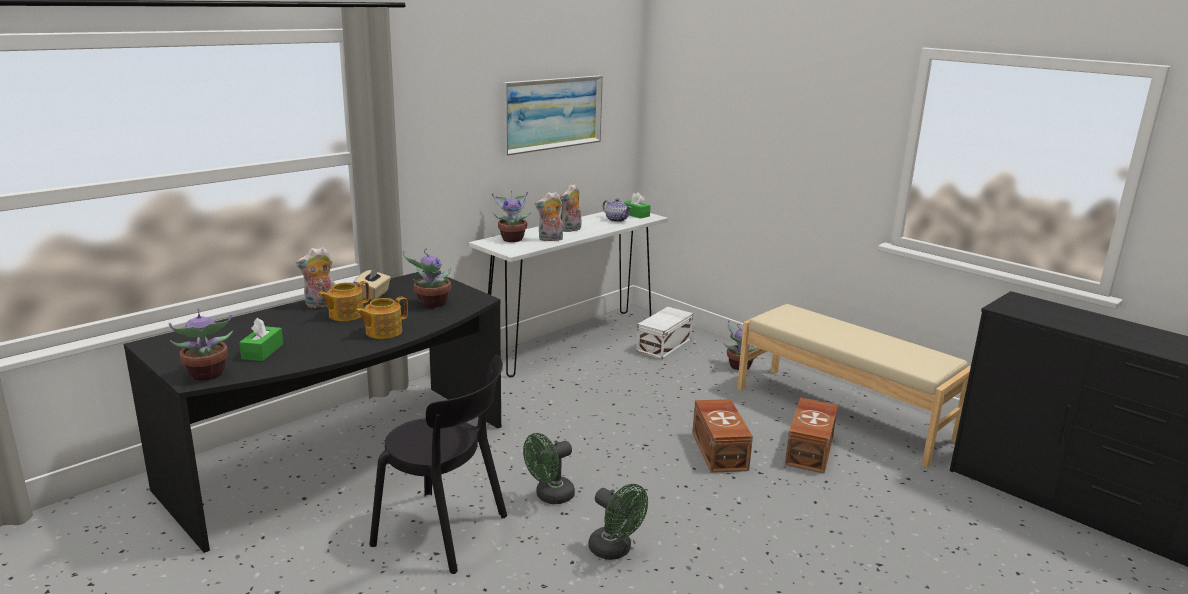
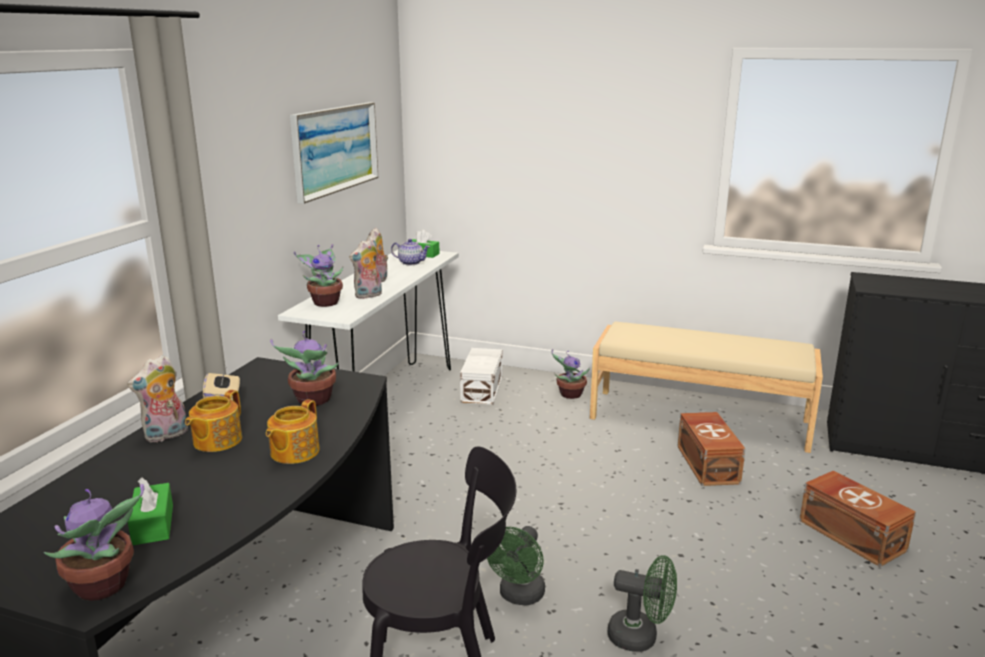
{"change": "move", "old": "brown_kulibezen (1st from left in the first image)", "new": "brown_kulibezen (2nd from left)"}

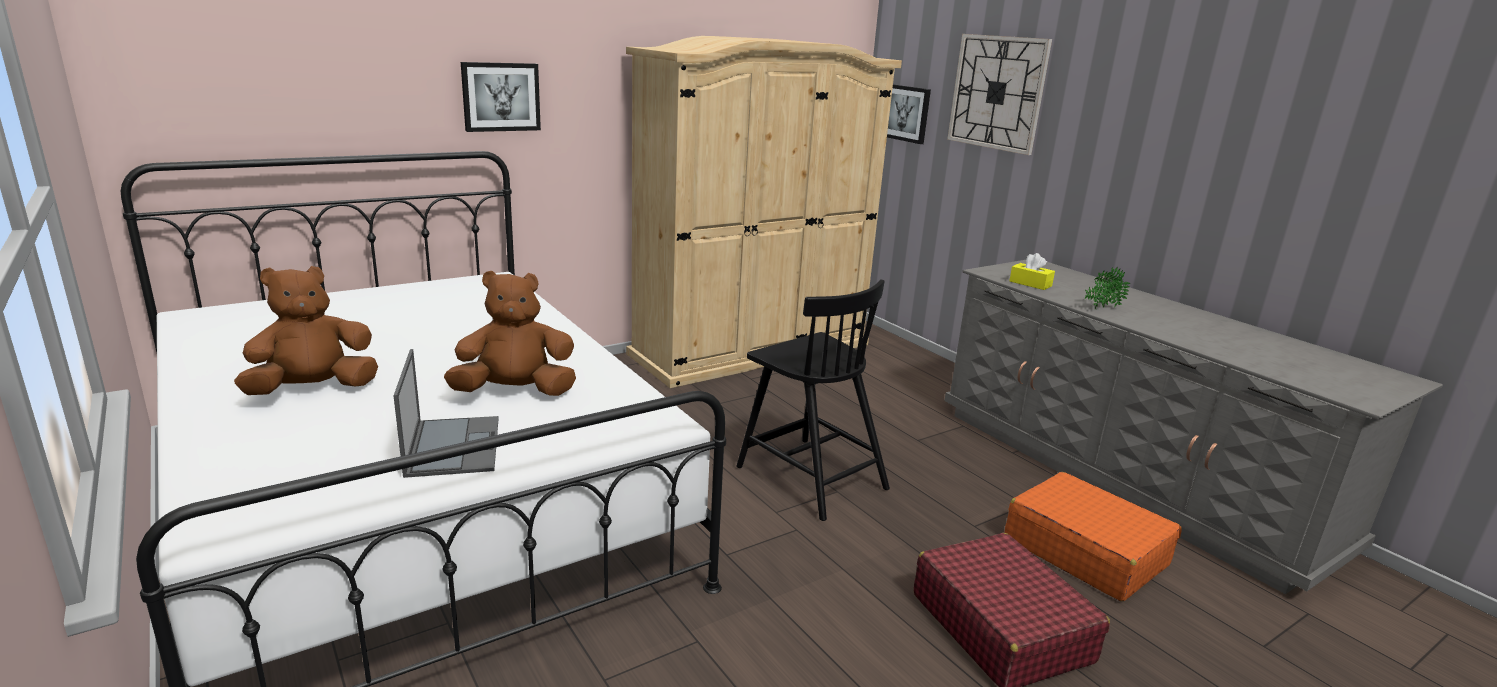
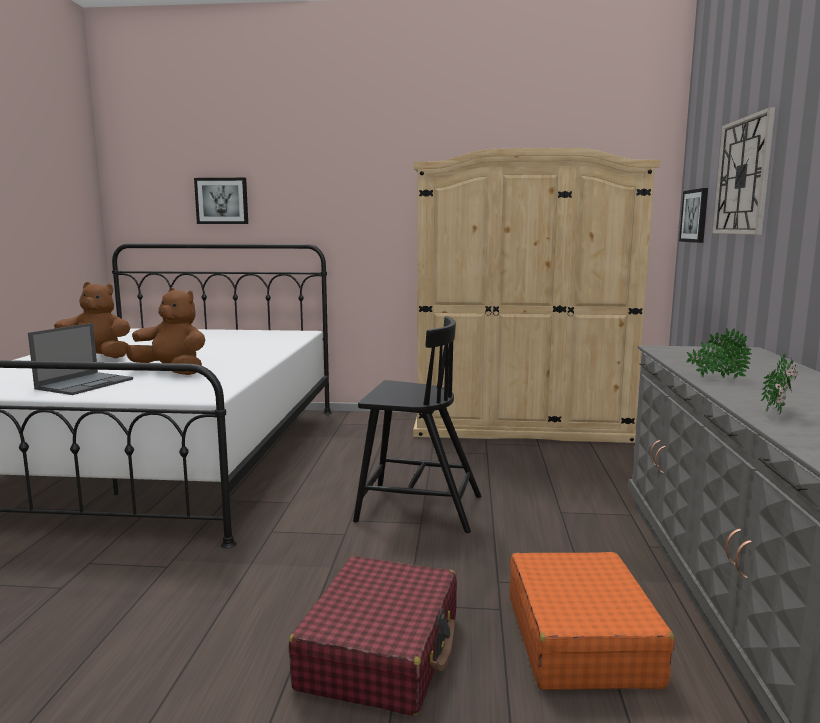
{"change": "move", "old": "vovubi (1st from left)"}
{"change": "delete", "old": "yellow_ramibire"}
{"change": "rotate", "old": "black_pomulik", "degrees": -75}
{"change": "insert", "new": "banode (2nd from left)"}

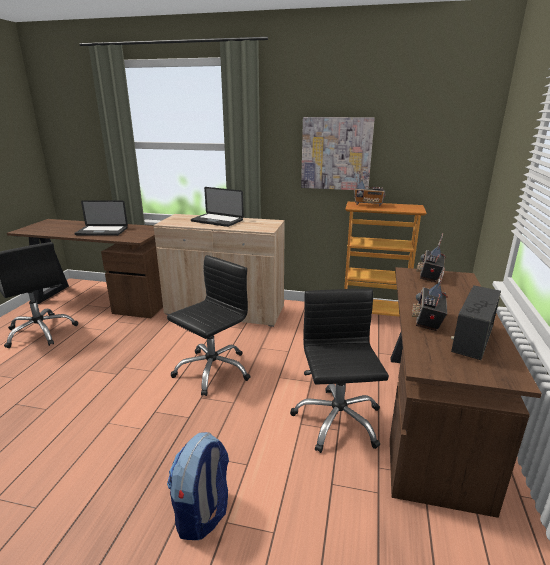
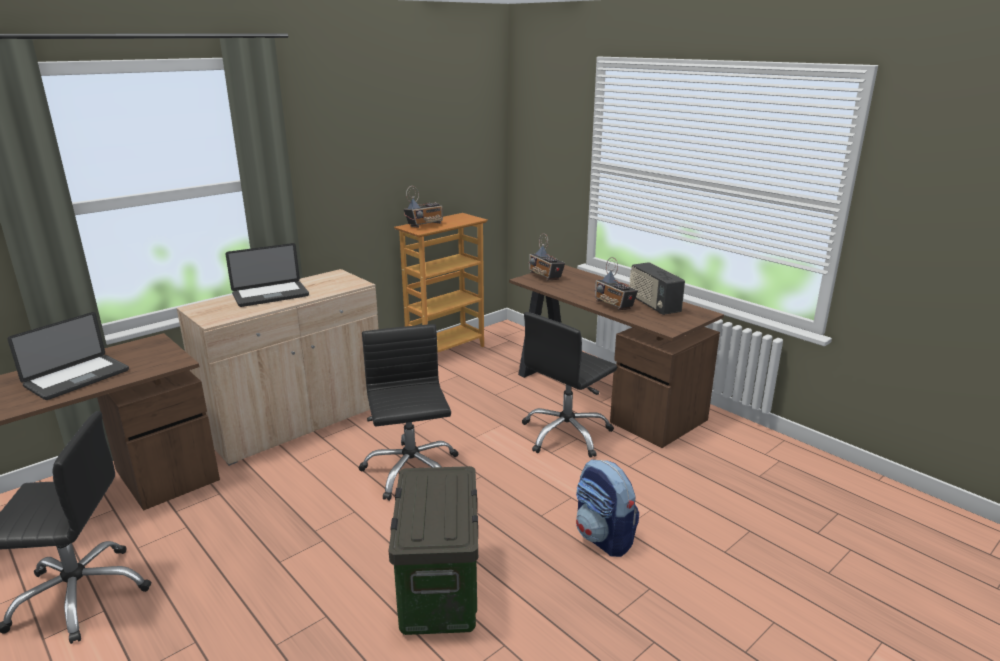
{"change": "delete", "old": "vovubi"}
{"change": "rotate", "old": "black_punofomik (3rd from left)", "degrees": -75}
{"change": "insert", "new": "kulibezen"}

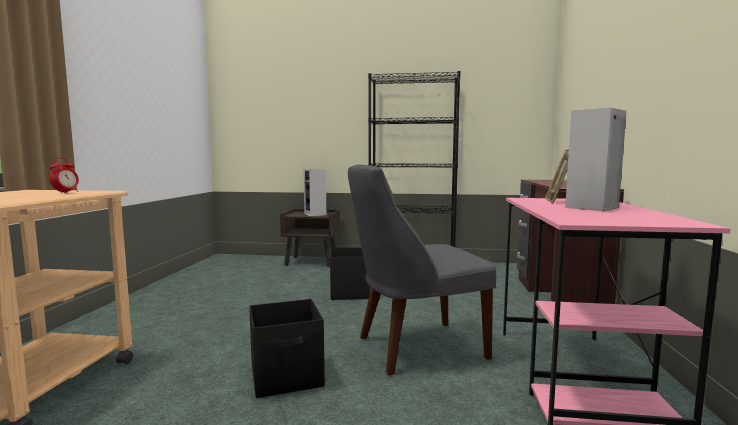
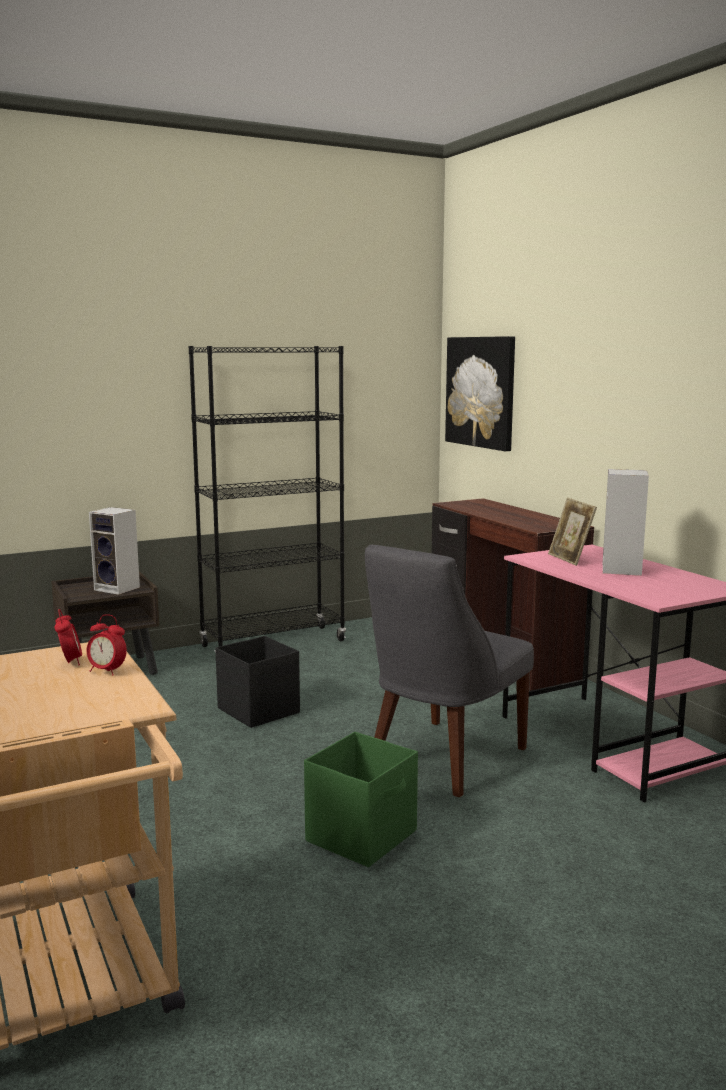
{"change": "recolor", "old": "black_kulibezen (1st from left)", "new": "green_kulibezen"}
{"change": "insert", "new": "vovubi"}
{"change": "insert", "new": "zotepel (2nd from left)"}

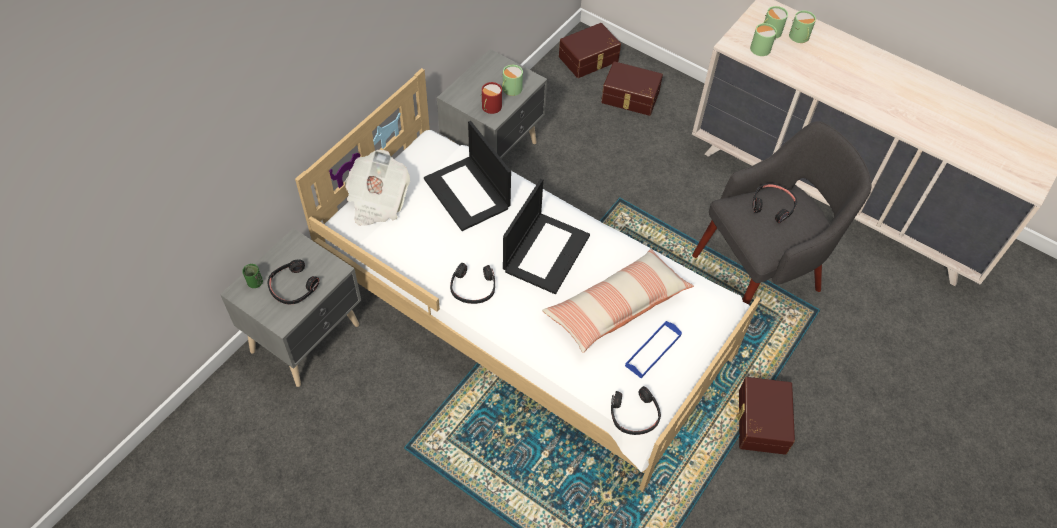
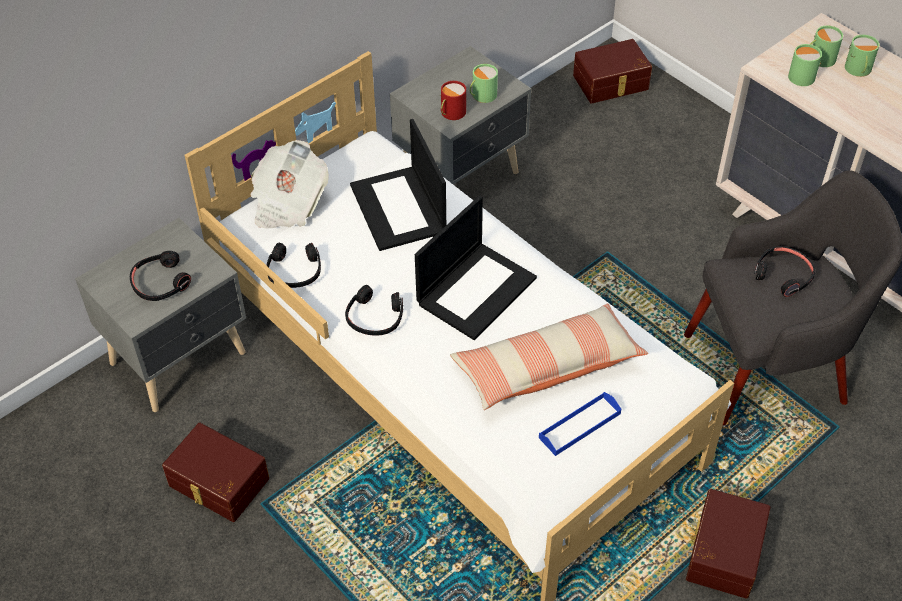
{"change": "move", "old": "brown_kulibezen (2nd from left in the first image)", "new": "brown_kulibezen (1st from left)"}
{"change": "delete", "old": "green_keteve"}
{"change": "move", "old": "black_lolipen (3rd from left in the first image)", "new": "black_lolipen (2nd from left)"}

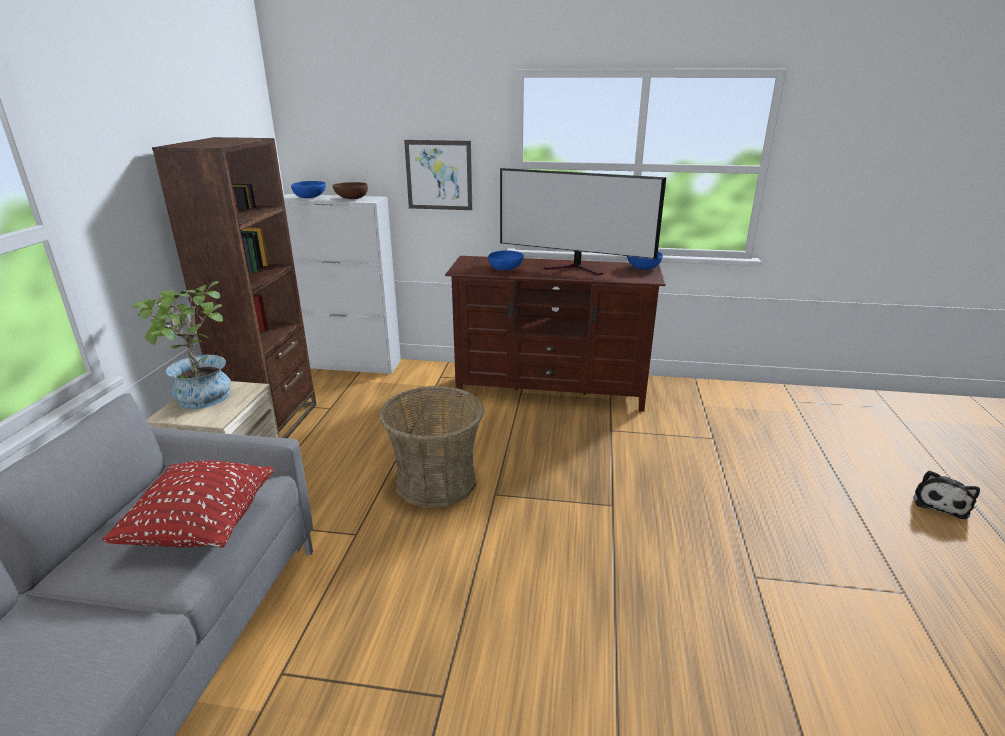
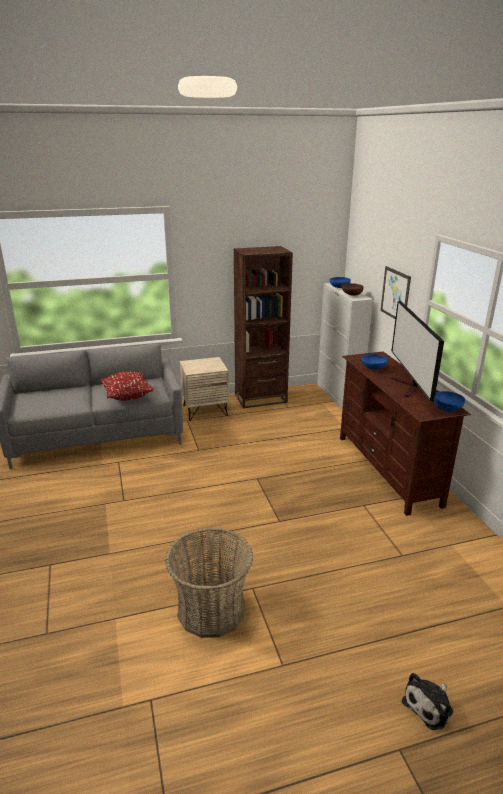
{"change": "delete", "old": "banode"}
{"change": "move", "old": "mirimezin"}
{"change": "rotate", "old": "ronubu", "degrees": -45}

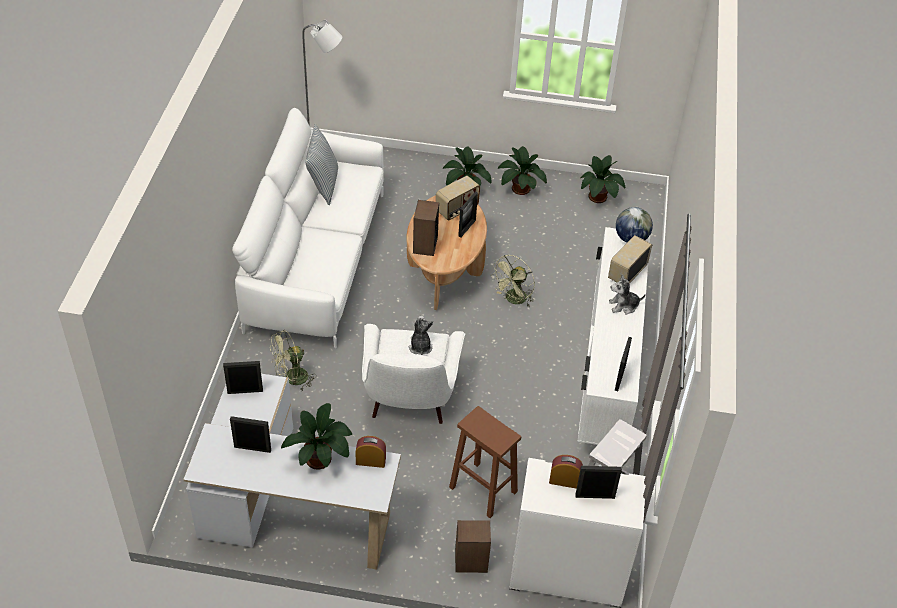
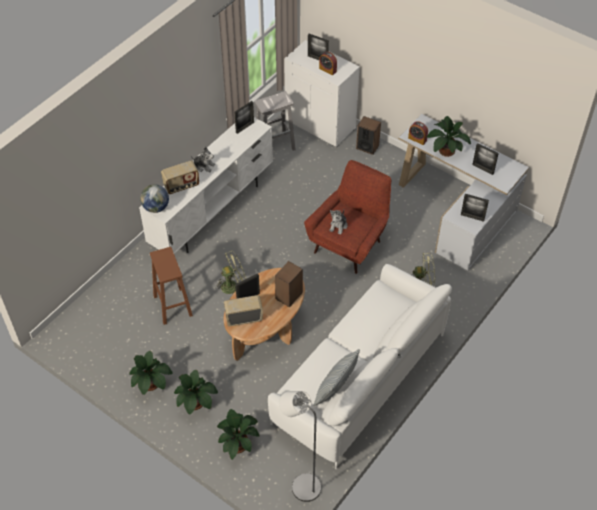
{"change": "move", "old": "banode (4th from left in the first image)", "new": "banode (3rd from left)"}
{"change": "recolor", "old": "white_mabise", "new": "red_mabise"}
{"change": "move", "old": "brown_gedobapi"}

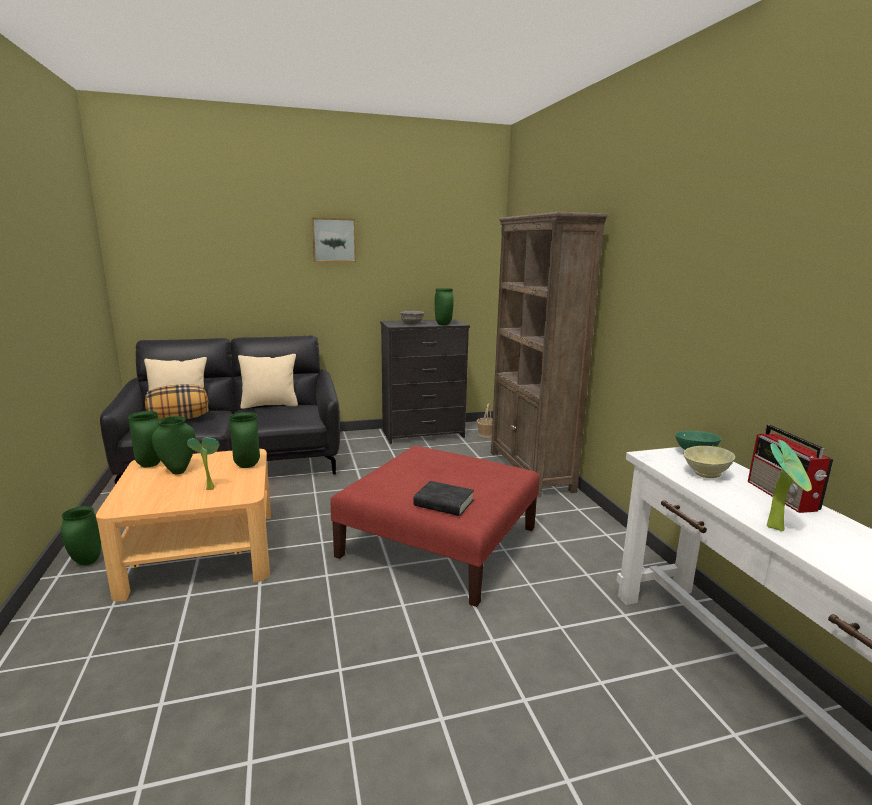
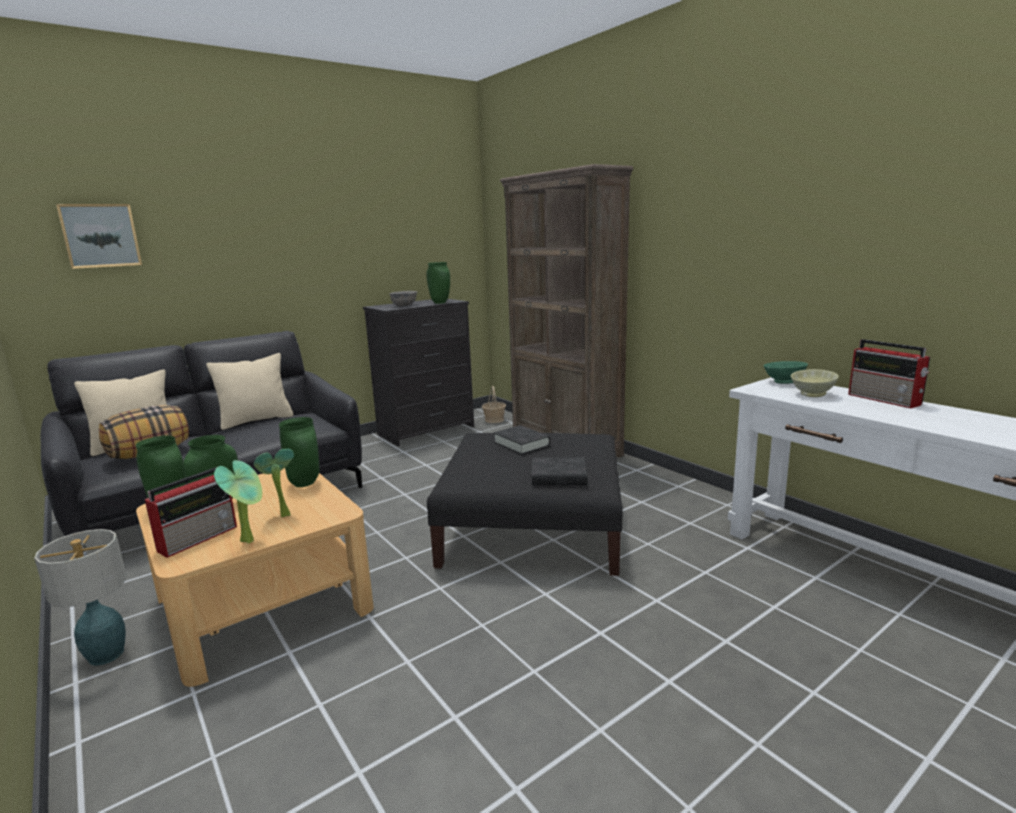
{"change": "move", "old": "vovubi"}
{"change": "move", "old": "banode (2nd from left in the first image)", "new": "banode (1st from left)"}
{"change": "recolor", "old": "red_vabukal", "new": "black_vabukal"}
{"change": "replace", "old": "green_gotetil (1st from left)", "new": "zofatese"}
{"change": "insert", "new": "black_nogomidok (1st from left)"}
{"change": "insert", "new": "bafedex (1st from left)"}

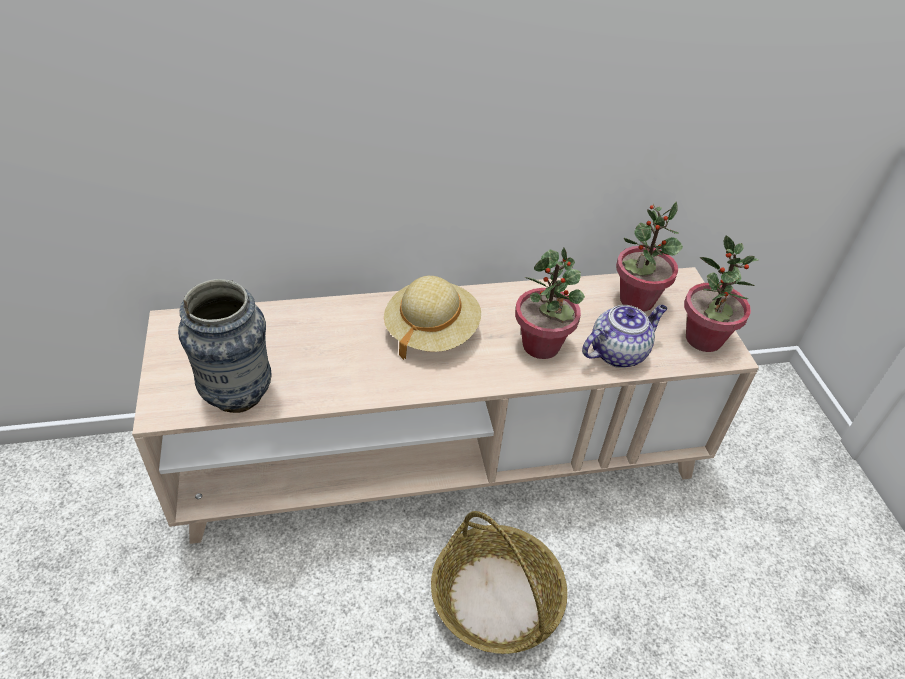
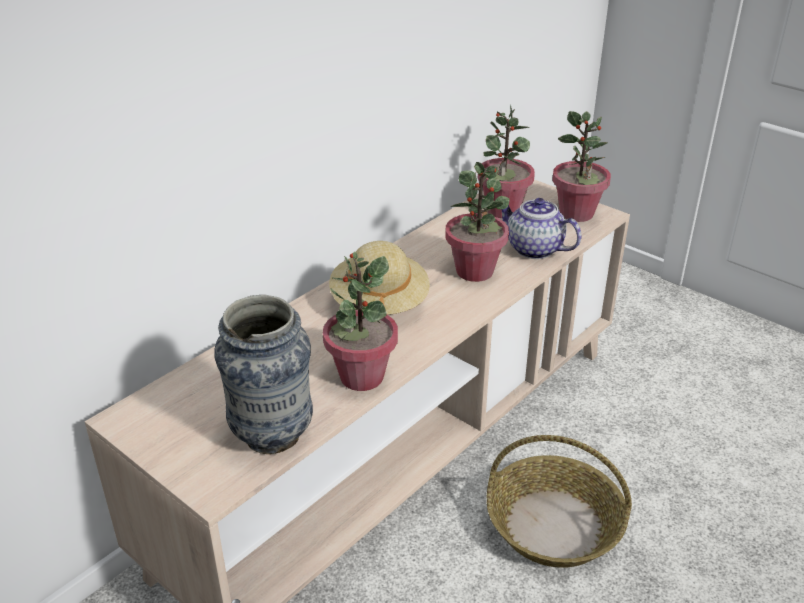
{"change": "rotate", "old": "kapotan", "degrees": -75}
{"change": "insert", "new": "banode (1st from left)"}

